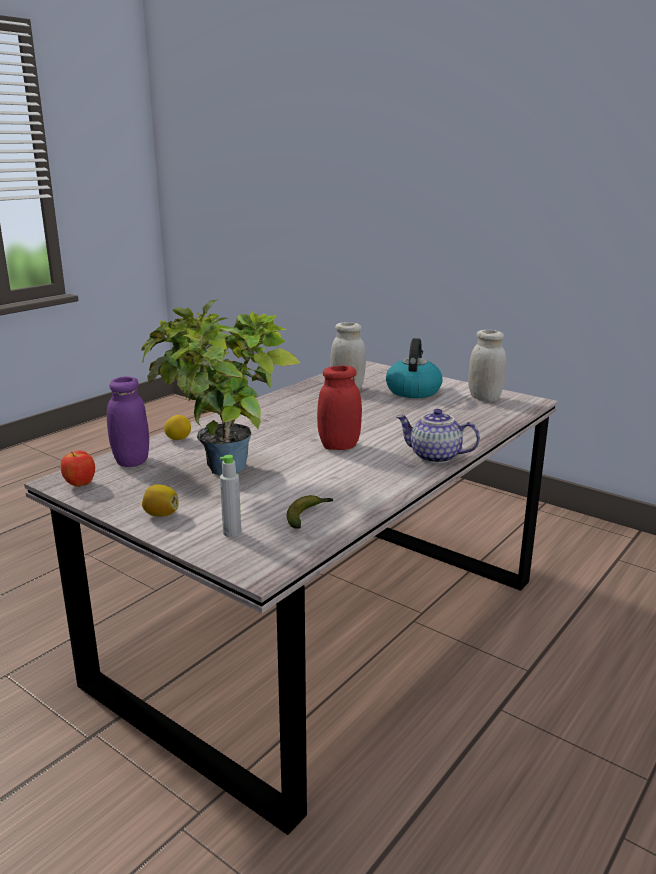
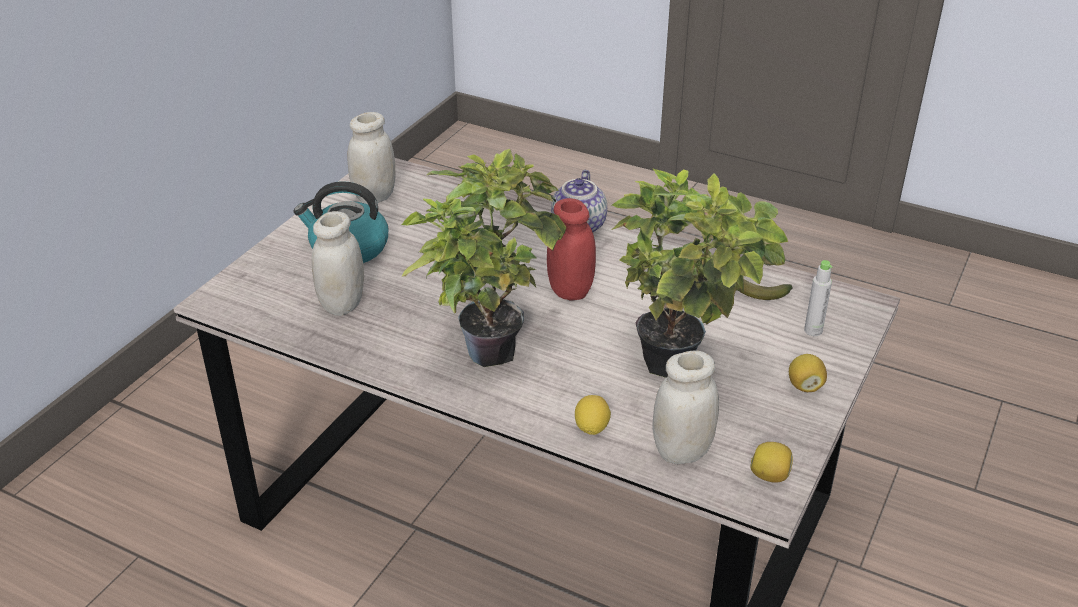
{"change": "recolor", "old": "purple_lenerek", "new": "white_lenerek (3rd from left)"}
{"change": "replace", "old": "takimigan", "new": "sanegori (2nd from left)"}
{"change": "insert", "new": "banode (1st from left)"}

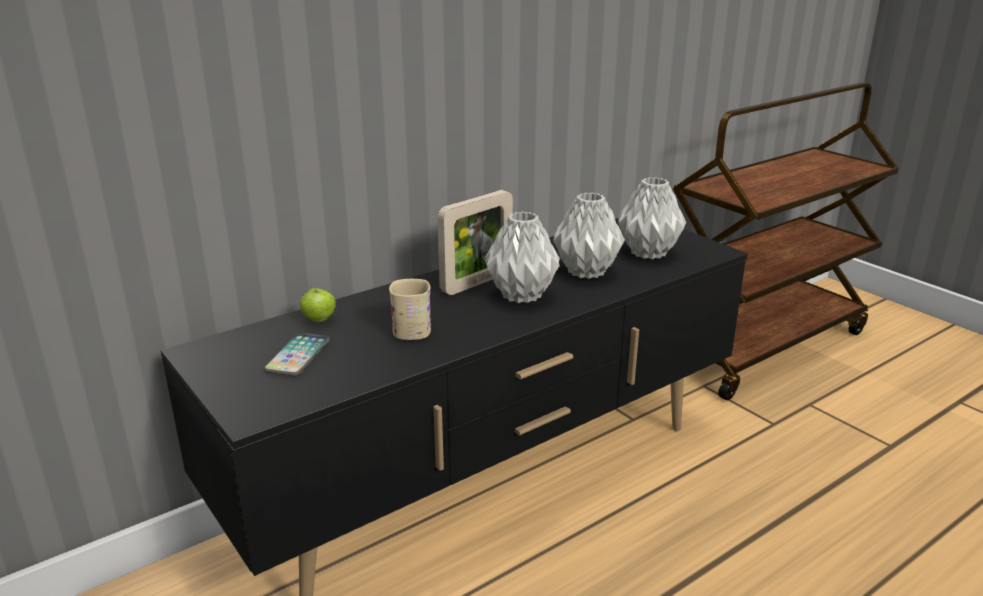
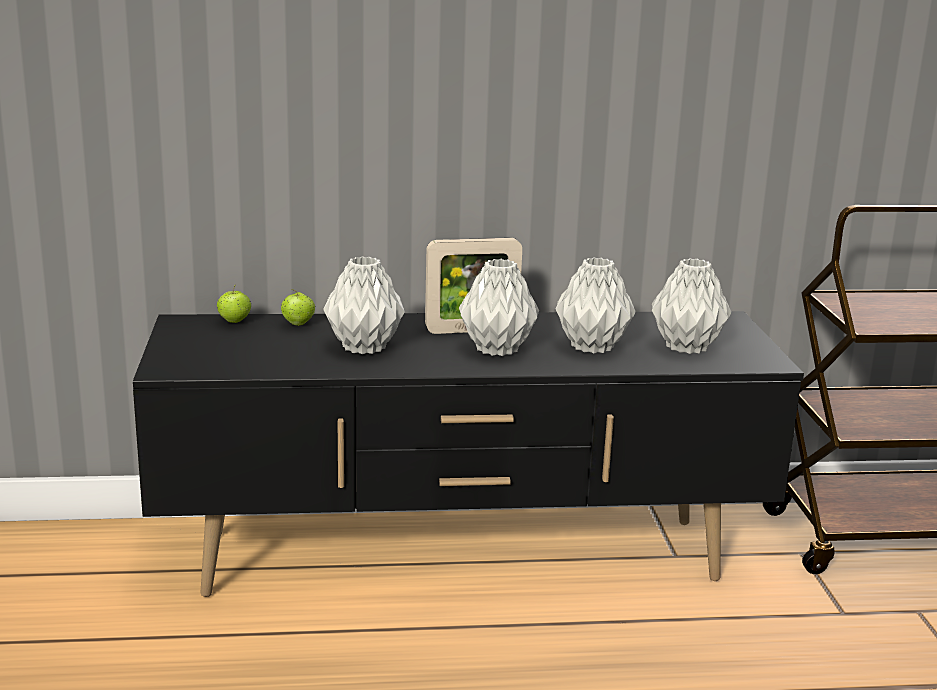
{"change": "replace", "old": "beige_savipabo", "new": "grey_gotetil (1st from left)"}
{"change": "delete", "old": "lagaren"}
{"change": "insert", "new": "takimigan (1st from left)"}

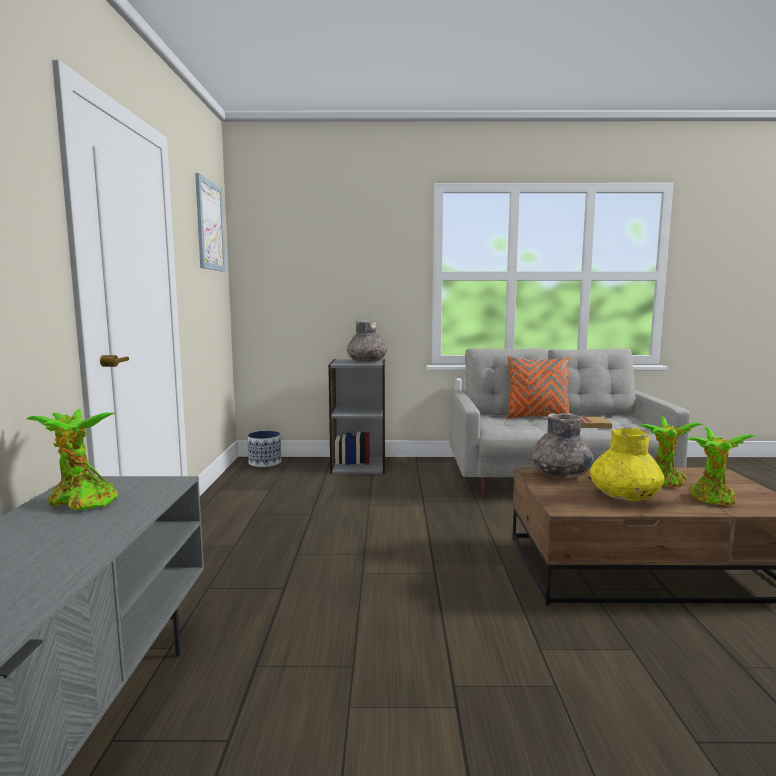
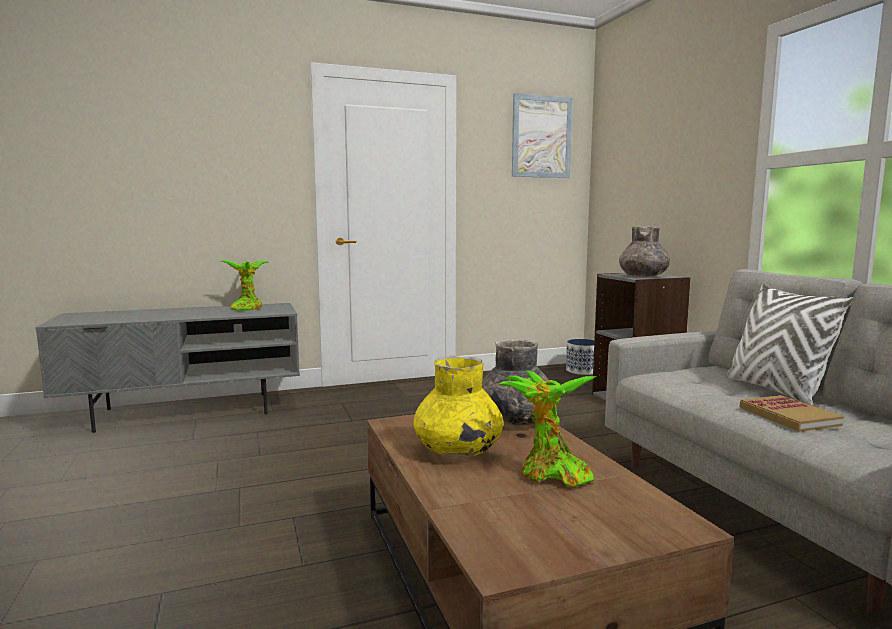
{"change": "recolor", "old": "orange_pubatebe", "new": "white_pubatebe"}
{"change": "delete", "old": "banode (3rd from left)"}

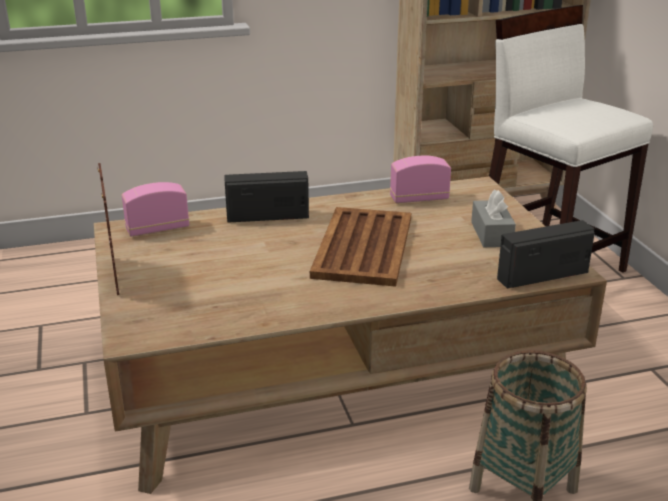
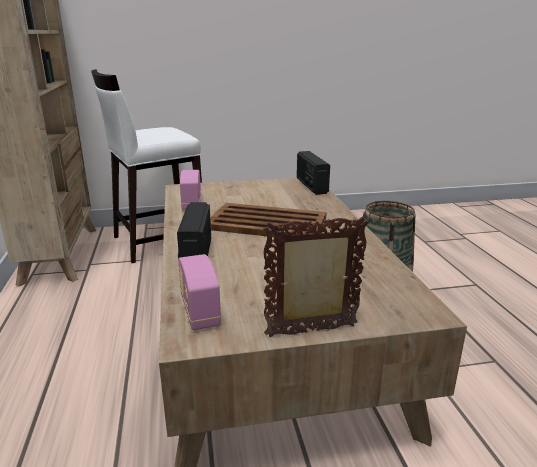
{"change": "delete", "old": "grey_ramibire"}

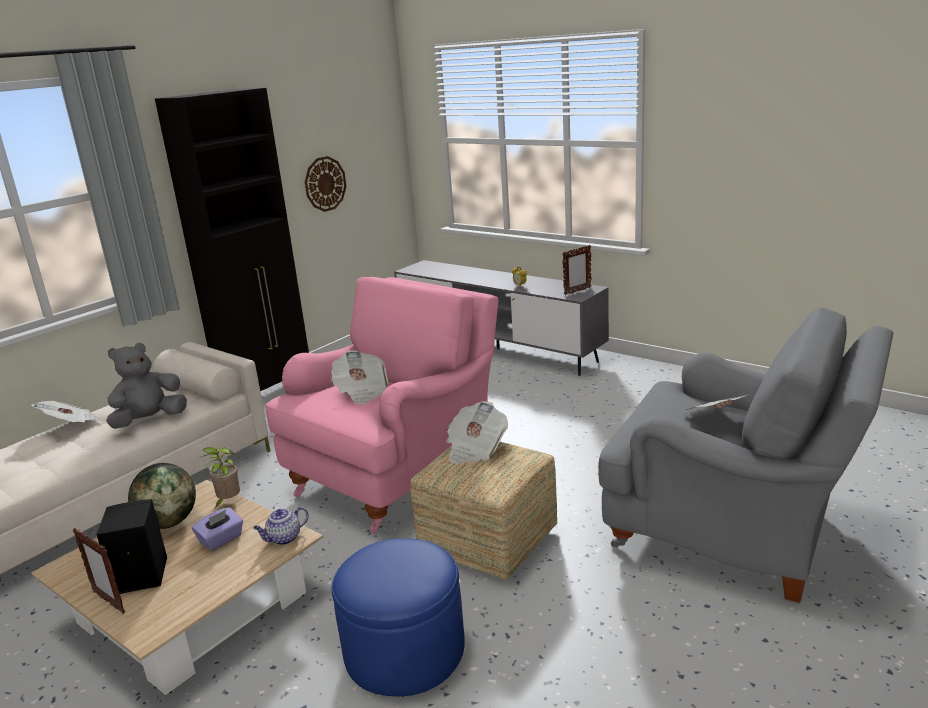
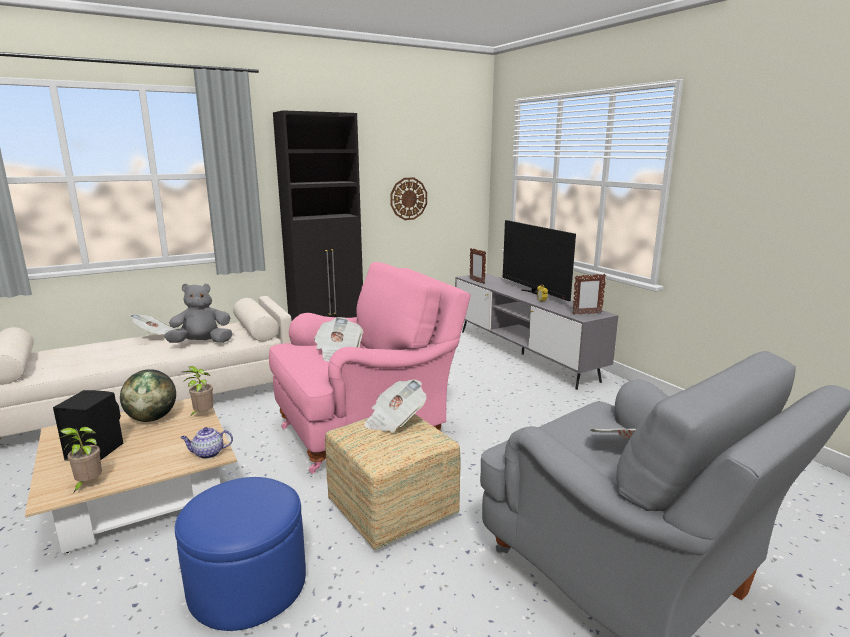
{"change": "delete", "old": "purple_ramibire"}
{"change": "move", "old": "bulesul (1st from left)"}
{"change": "insert", "new": "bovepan"}
{"change": "insert", "new": "banode (1st from left)"}

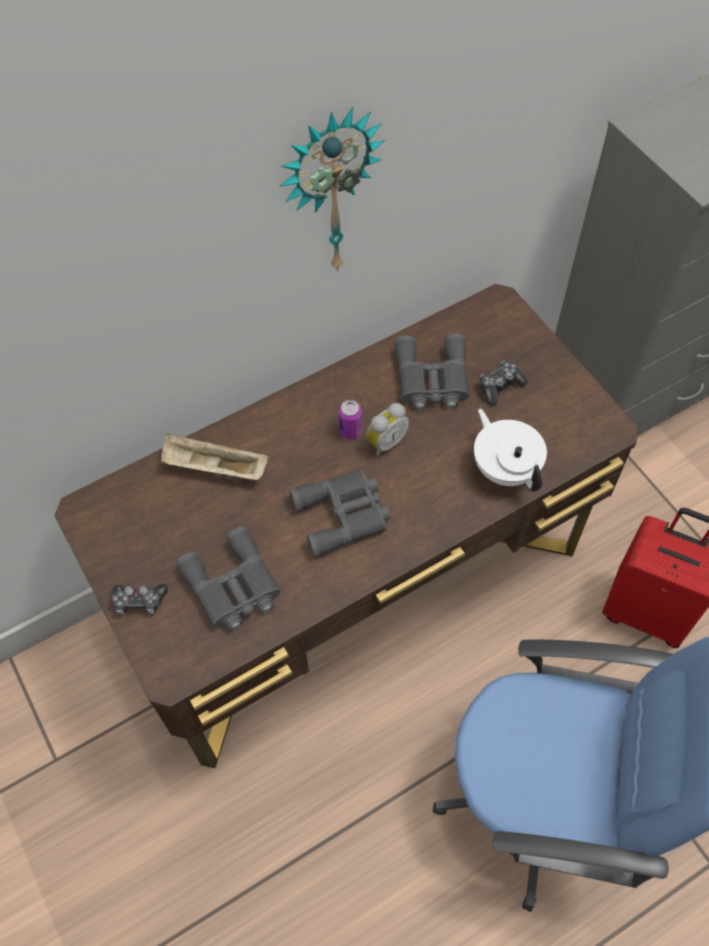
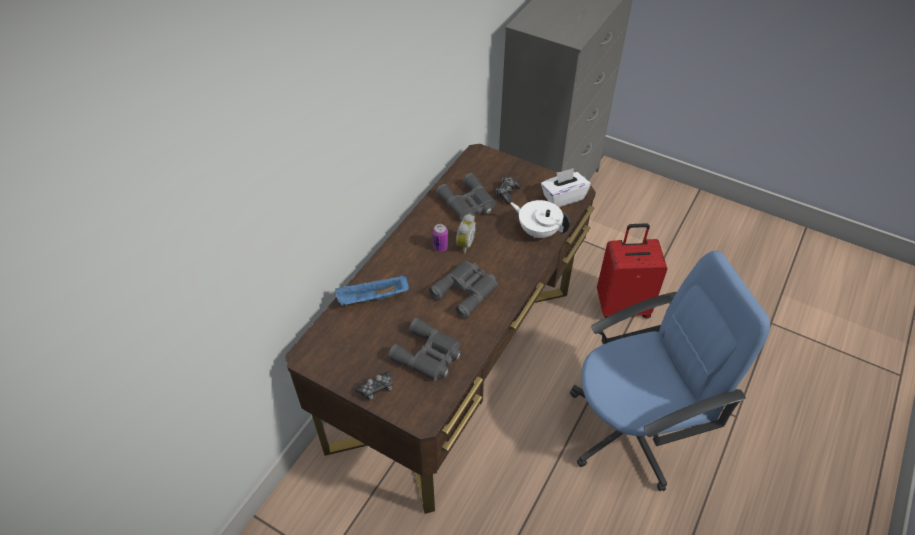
{"change": "delete", "old": "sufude"}
{"change": "recolor", "old": "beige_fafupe", "new": "blue_fafupe"}
{"change": "insert", "new": "white_ramibire"}

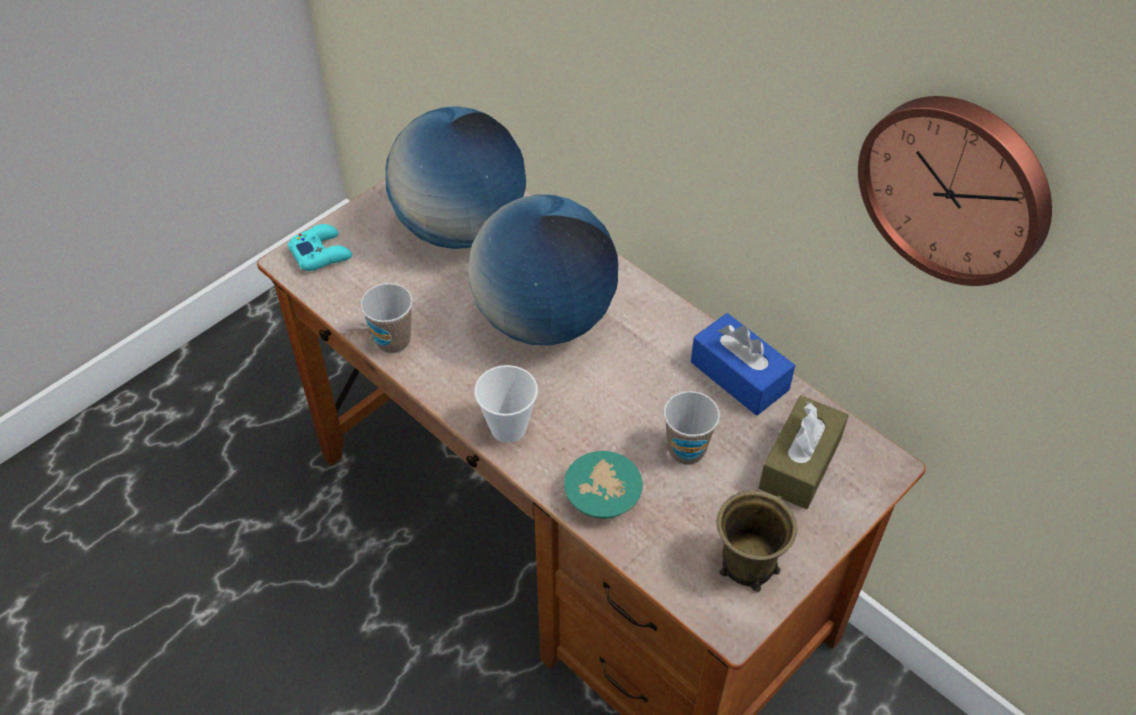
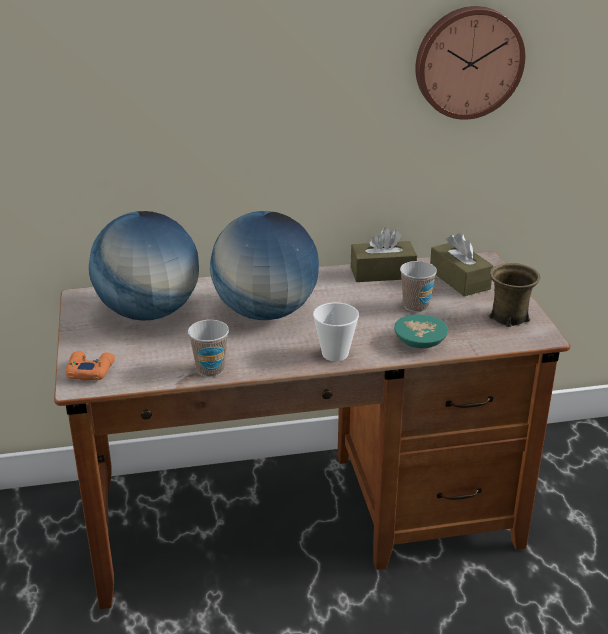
{"change": "recolor", "old": "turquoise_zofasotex", "new": "orange_zofasotex"}
{"change": "recolor", "old": "blue_ramibire", "new": "brown_ramibire (1st from left)"}

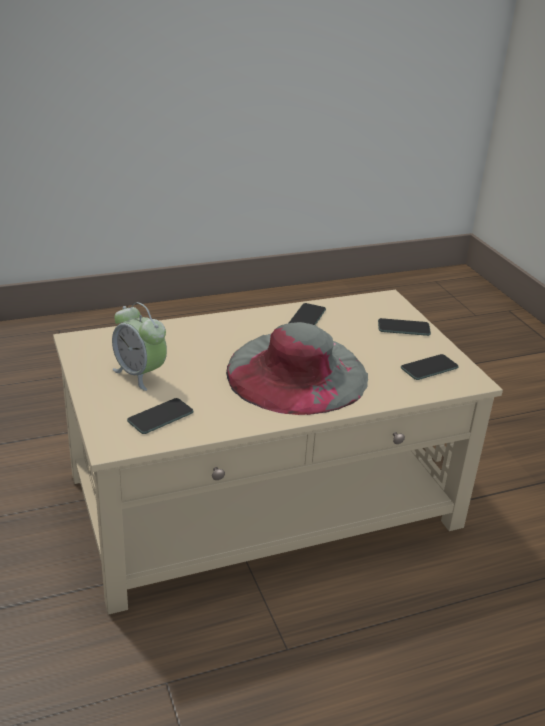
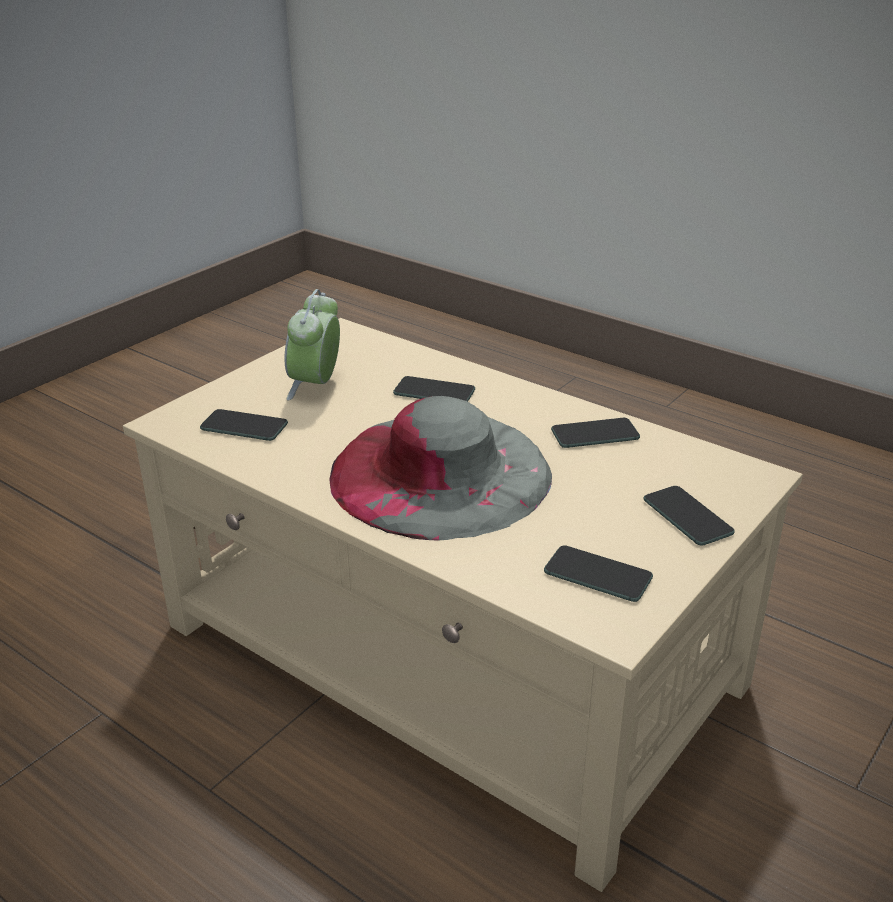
{"change": "insert", "new": "lagaren (2nd from left)"}

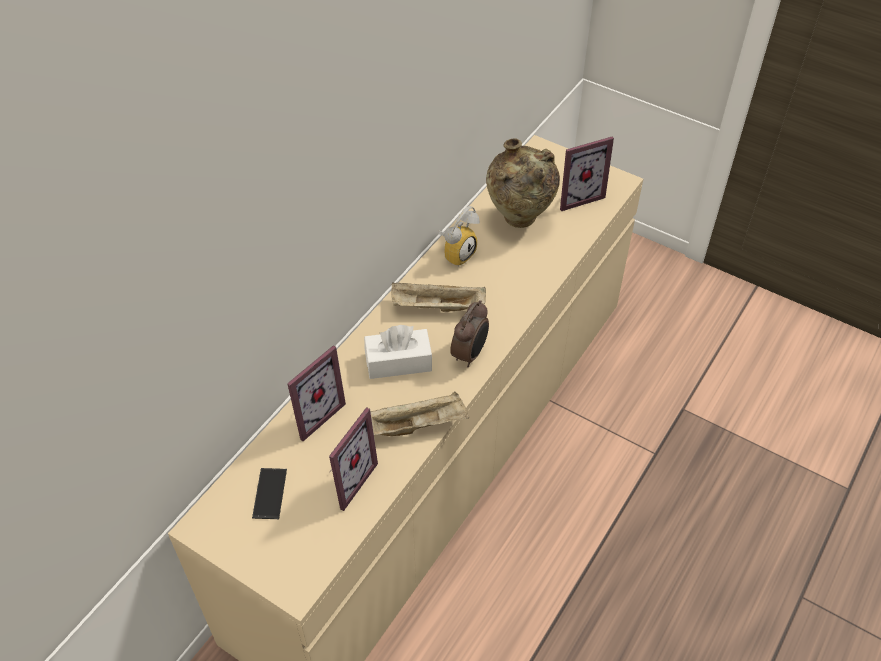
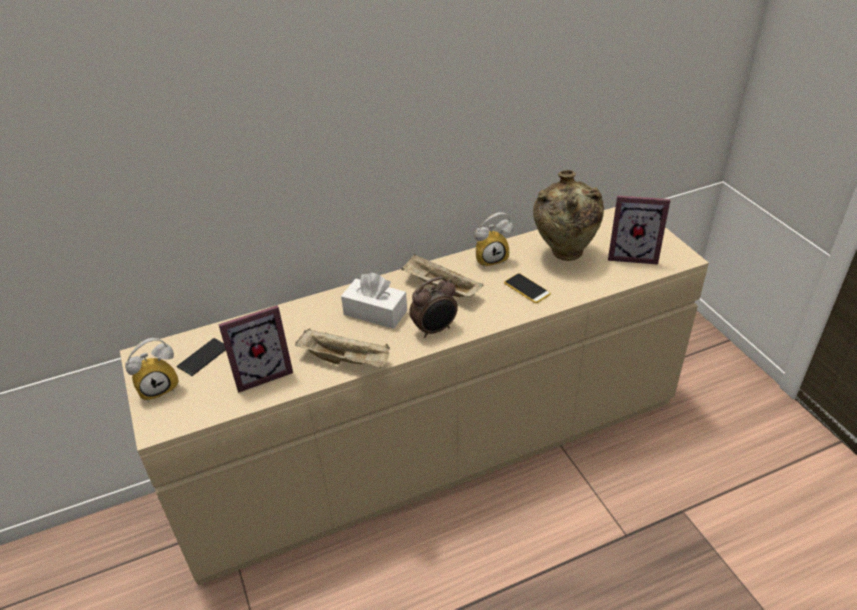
{"change": "delete", "old": "bulesul (1st from left)"}
{"change": "insert", "new": "lagaren (2nd from left)"}
{"change": "insert", "new": "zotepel (1st from left)"}

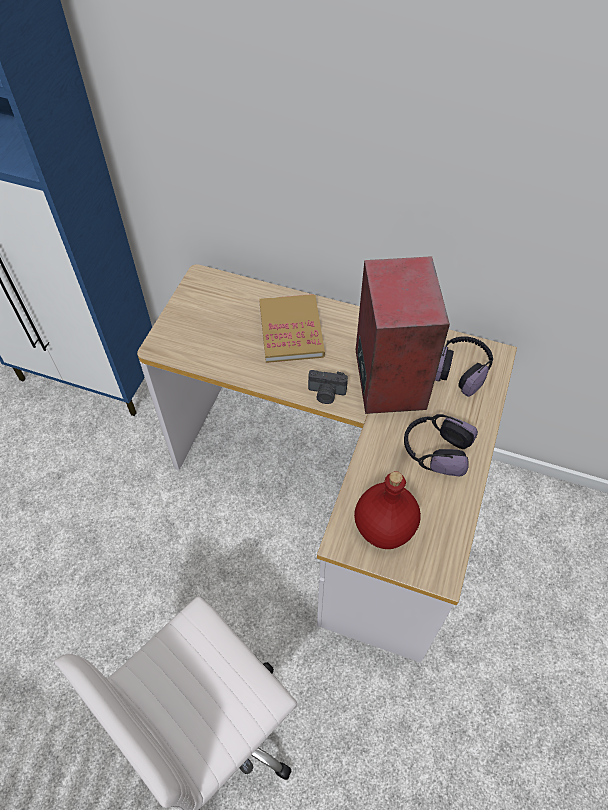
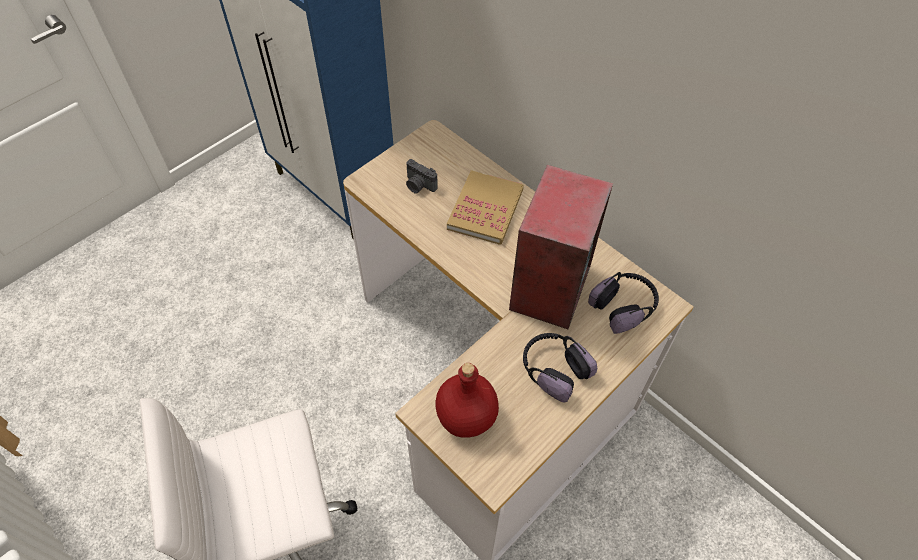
{"change": "move", "old": "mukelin"}

